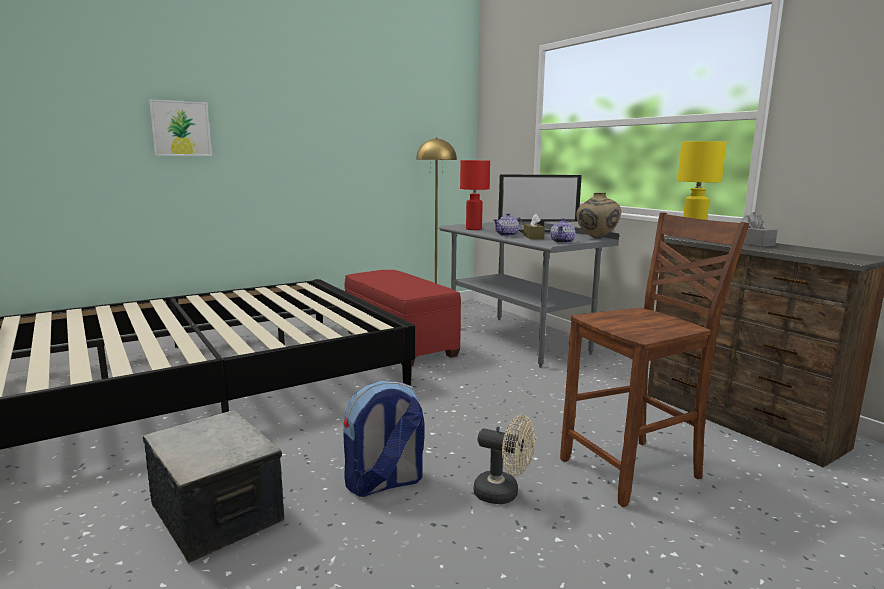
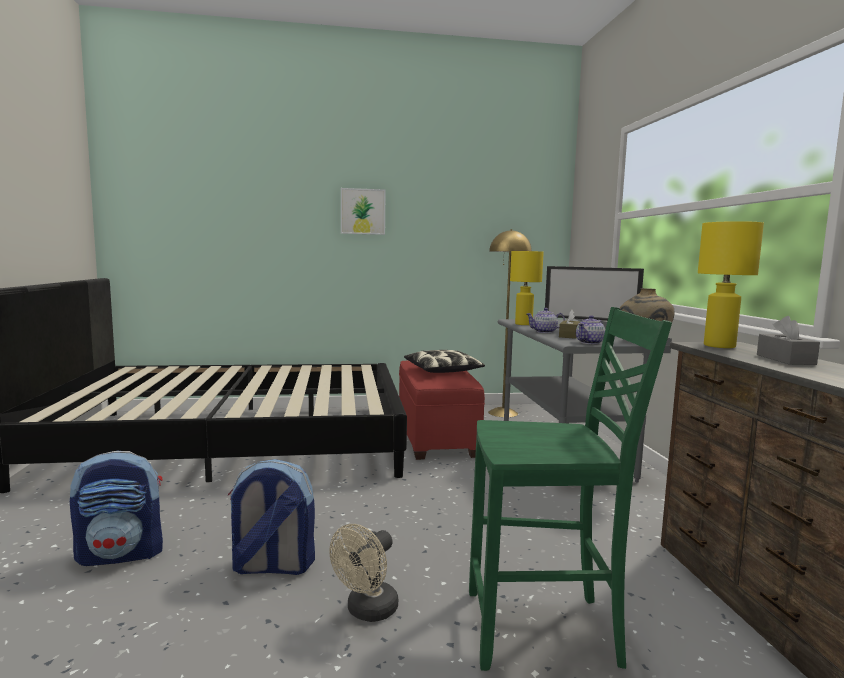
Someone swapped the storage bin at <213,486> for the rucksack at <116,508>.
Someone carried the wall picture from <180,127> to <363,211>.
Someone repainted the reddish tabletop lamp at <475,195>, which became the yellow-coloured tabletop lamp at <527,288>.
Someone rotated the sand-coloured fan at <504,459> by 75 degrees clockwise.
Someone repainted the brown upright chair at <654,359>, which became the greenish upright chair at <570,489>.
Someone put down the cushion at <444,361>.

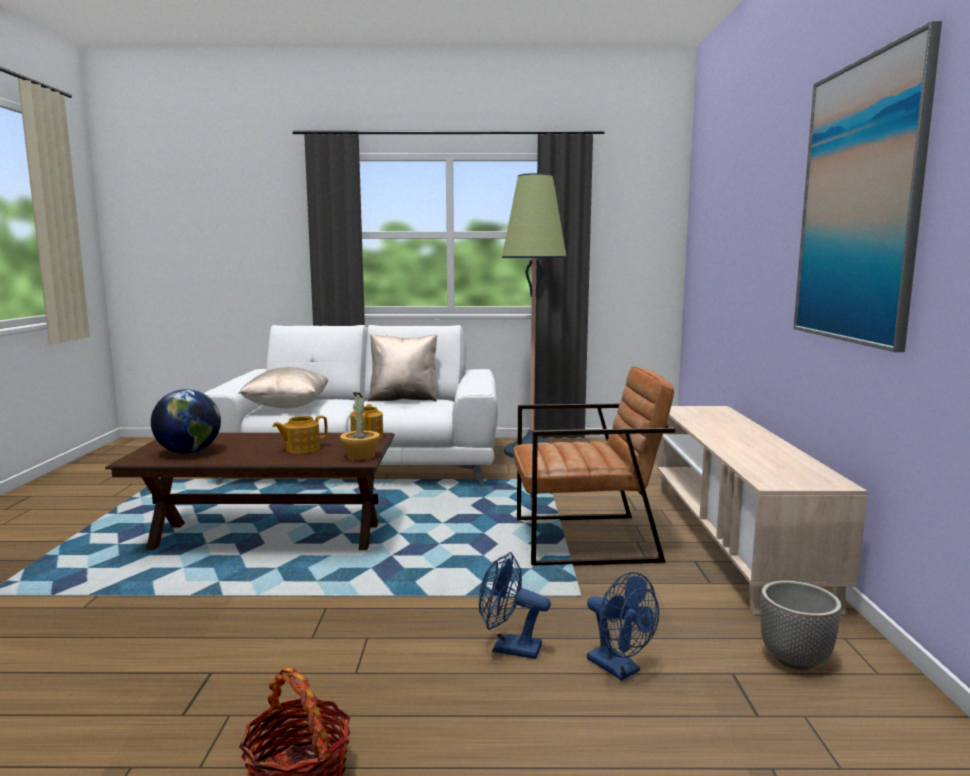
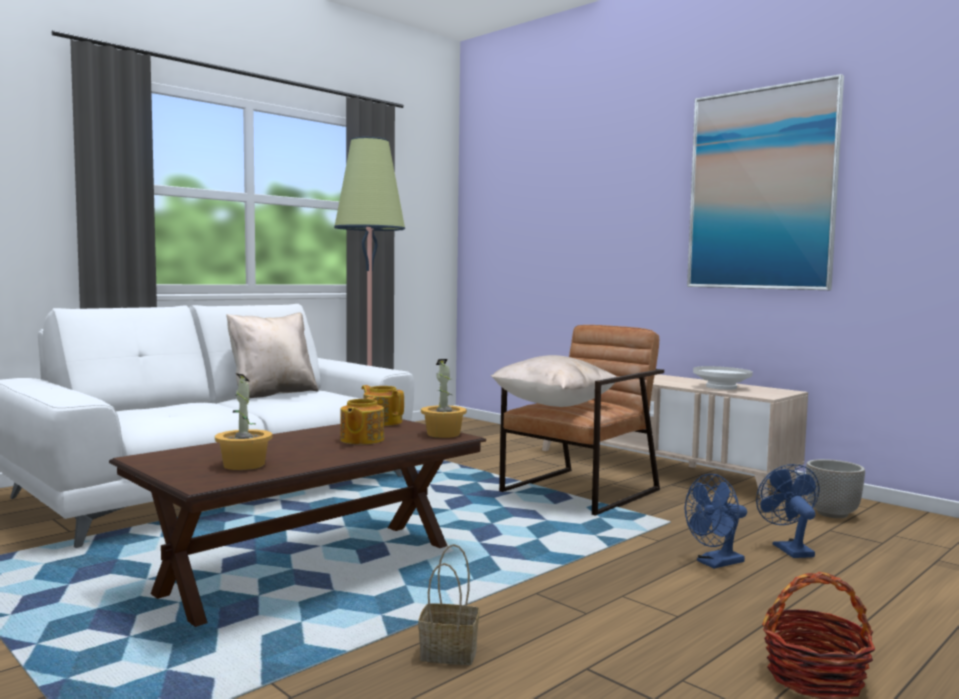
Someone swapped the world globe at <186,421> for the potted plant at <244,421>.
Someone carried the sand-coloured cushion from <284,388> to <553,381>.
Someone rotated the bluish fan at <623,626> by 105 degrees counterclockwise.
Someone put down the household basket at <448,604>.
Someone put down the white-coloured deep dish at <723,378>.

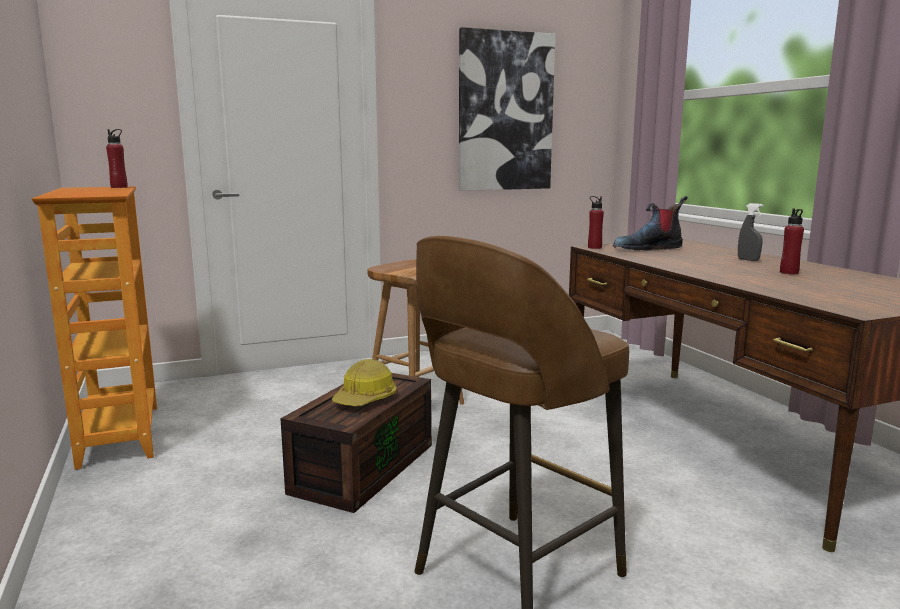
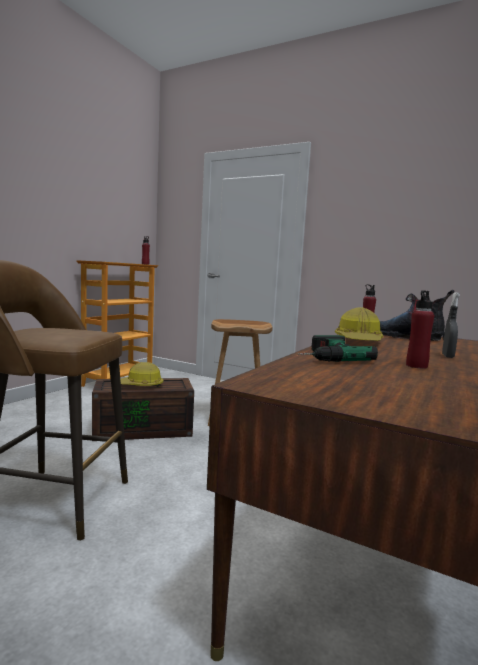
Someone took away the wall picture at <507,109>.
Someone put down the electric drill at <338,348>.
Someone put down the work helmet at <359,324>.

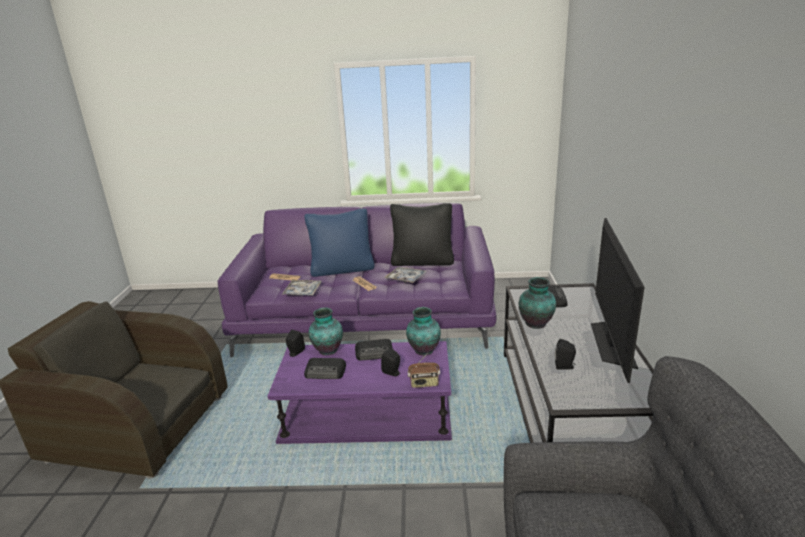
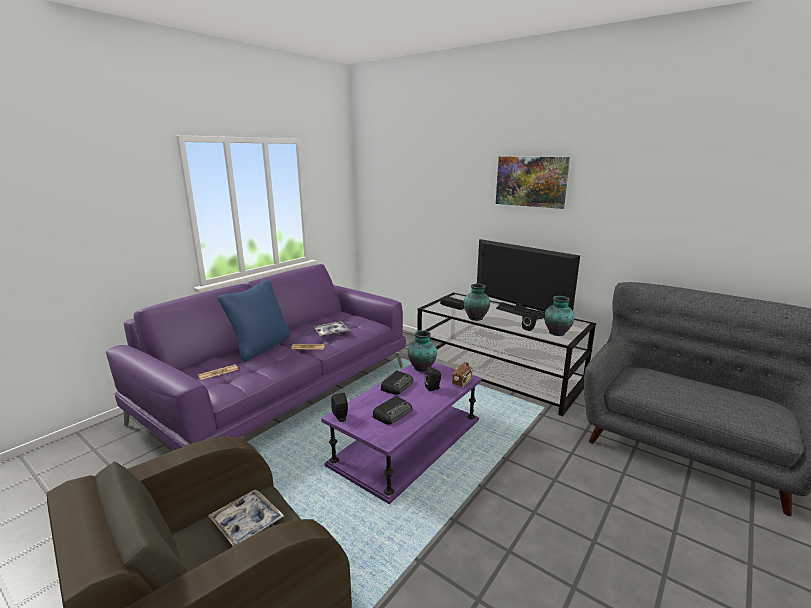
Someone carried the tray from <301,287> to <246,518>.
Someone carried the vase from <325,331> to <559,316>.
Someone took away the blackish cushion at <422,234>.
Someone put up the wall picture at <533,183>.

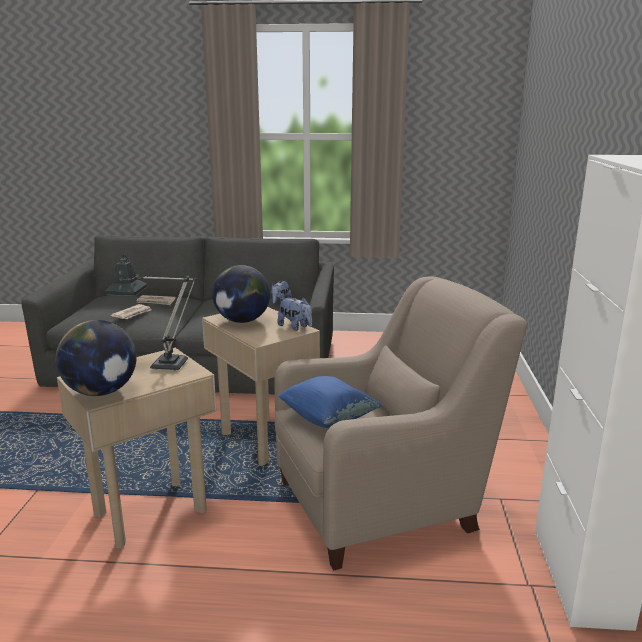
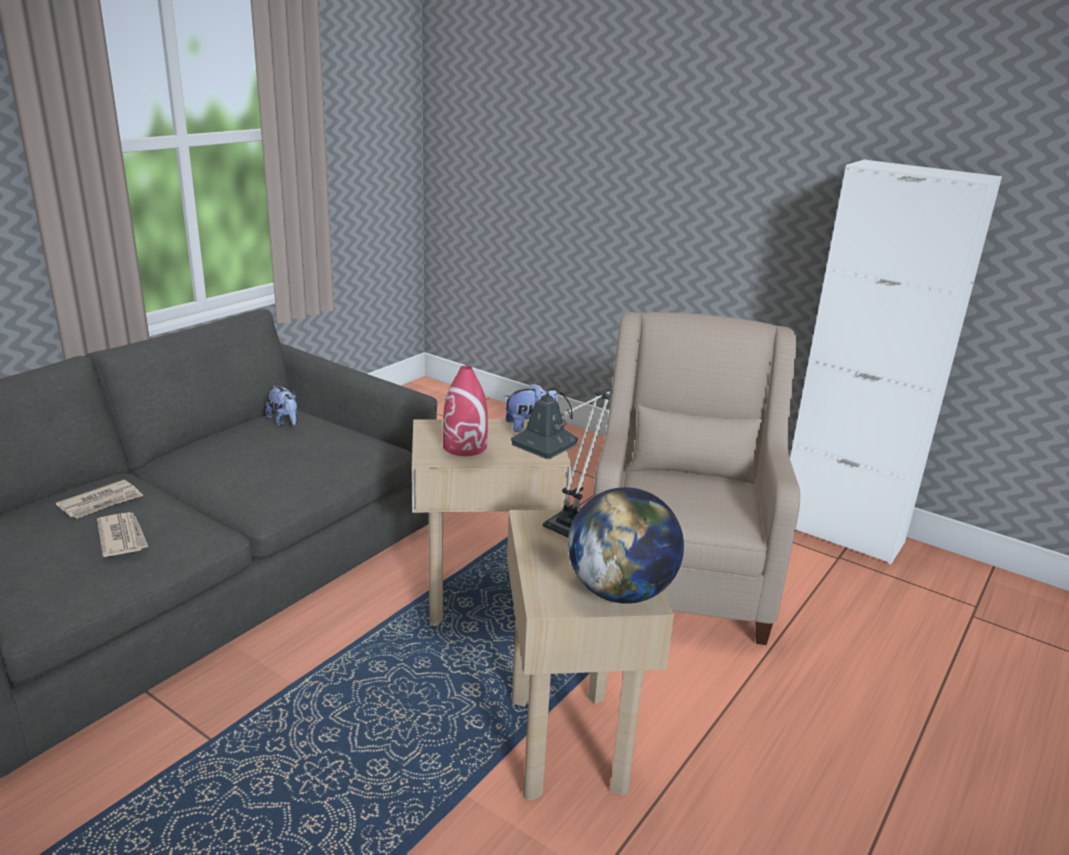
Someone swapped the world globe at <241,294> for the reddish vase at <465,411>.
Someone took away the bluish cushion at <330,402>.

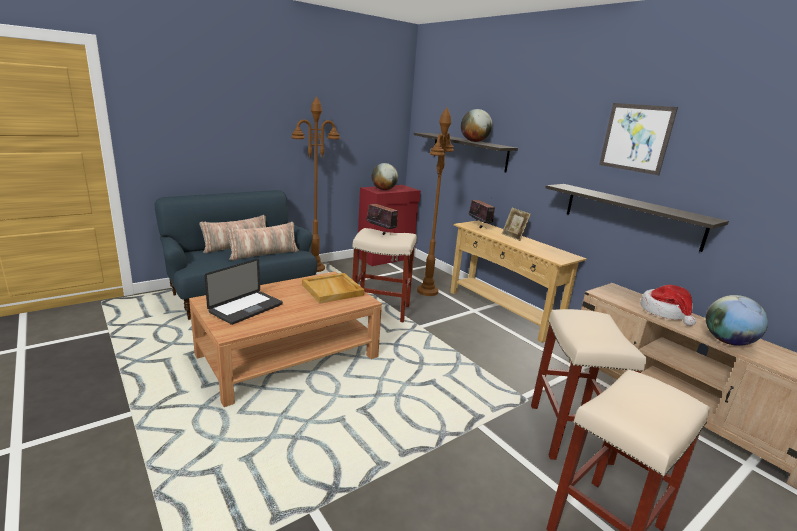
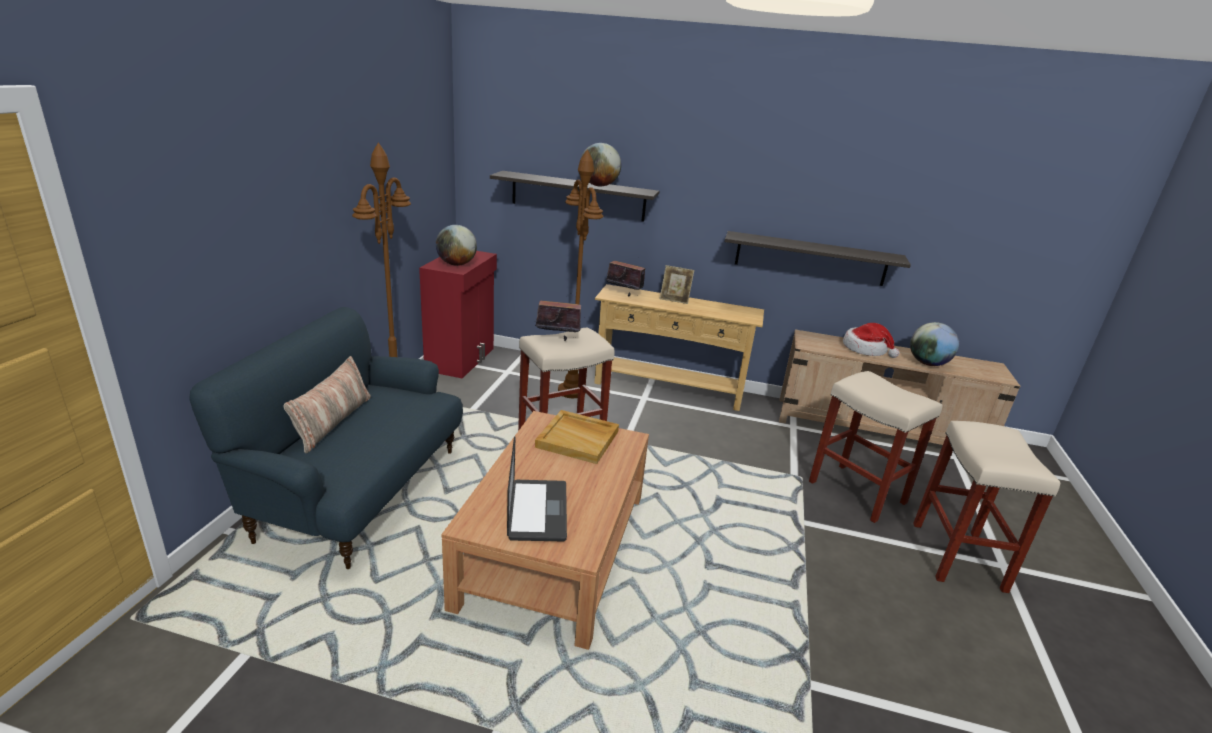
Someone took away the cushion at <262,241>.
Someone took away the wall picture at <638,139>.

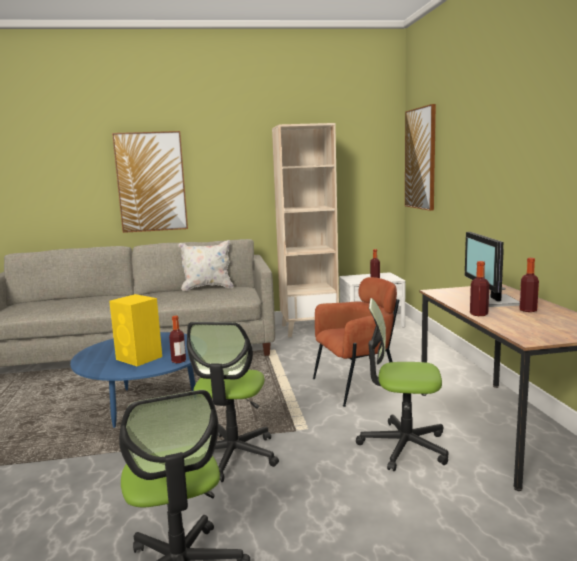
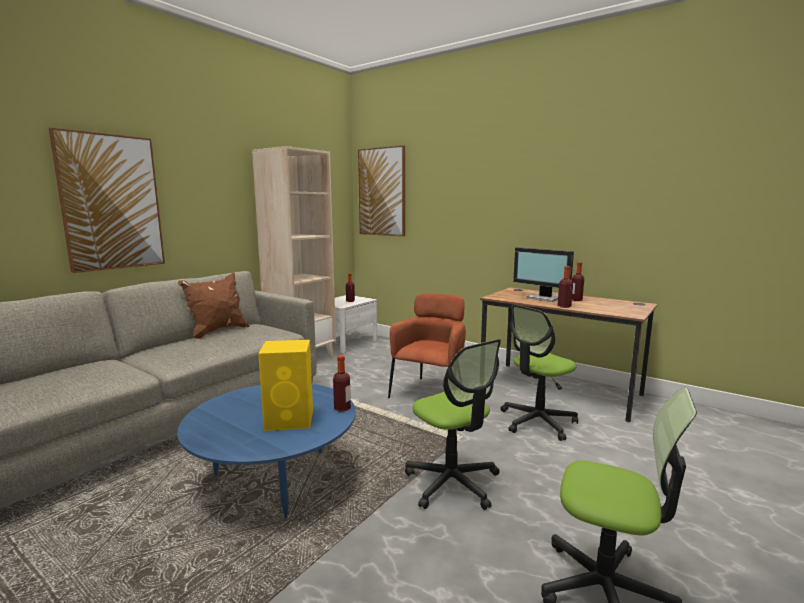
Someone repainted the white-coloured cushion at <206,265>, which became the brown cushion at <214,306>.

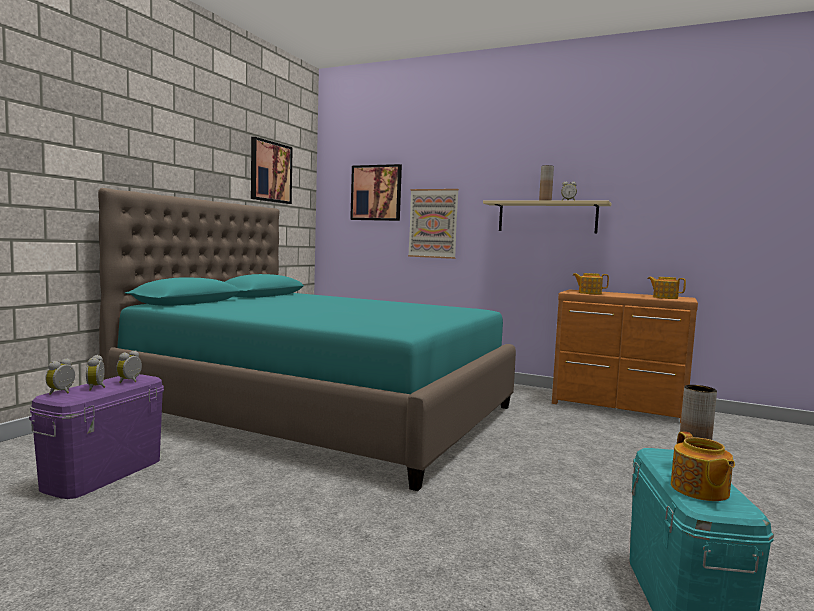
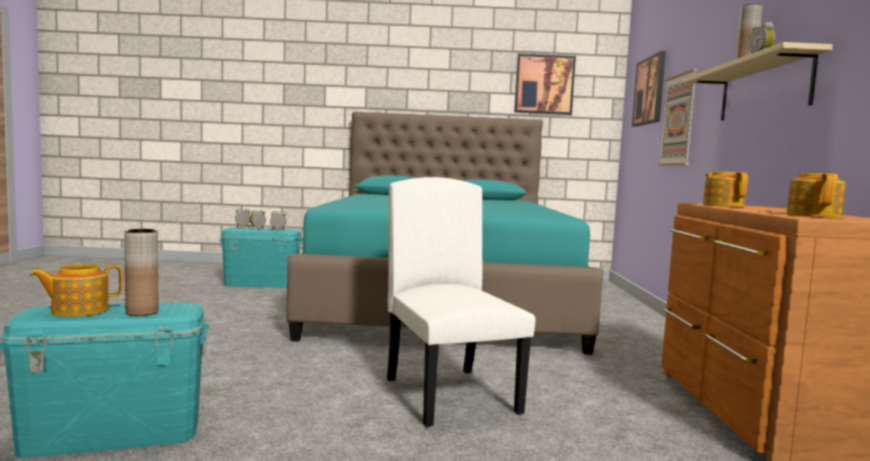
Someone repainted the purple storage bin at <96,436>, which became the turquoise storage bin at <261,257>.
Someone put down the white-coloured upright chair at <461,302>.

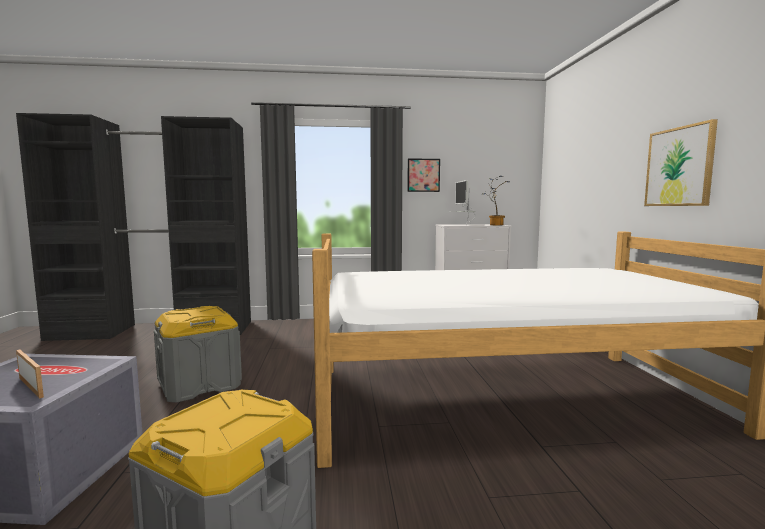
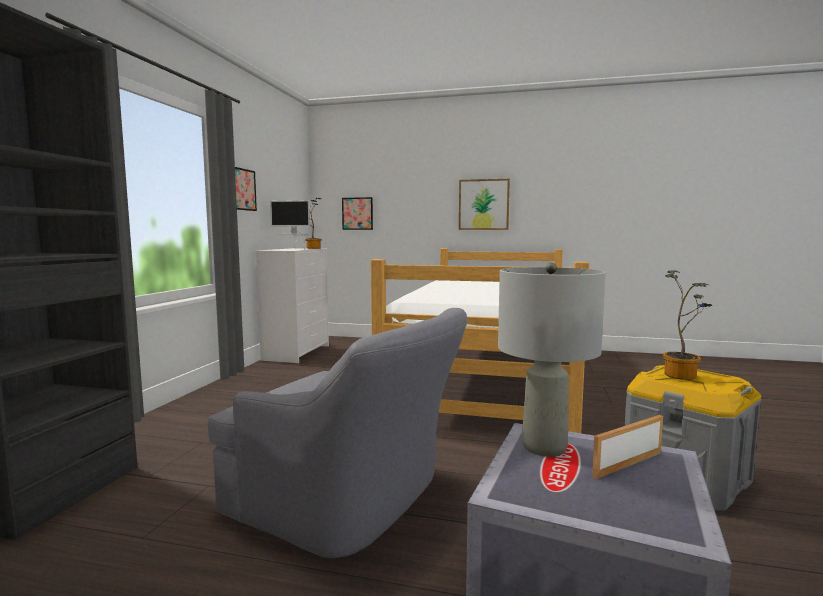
Someone swapped the greyish storage bin at <198,354> for the greyish armchair at <338,433>.
Someone put up the wall picture at <357,213>.
Someone put down the greyish tabletop lamp at <552,360>.
Someone put down the potted plant at <687,325>.

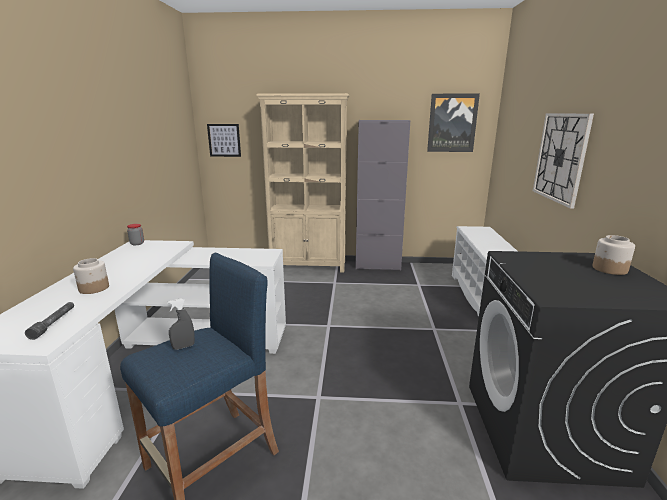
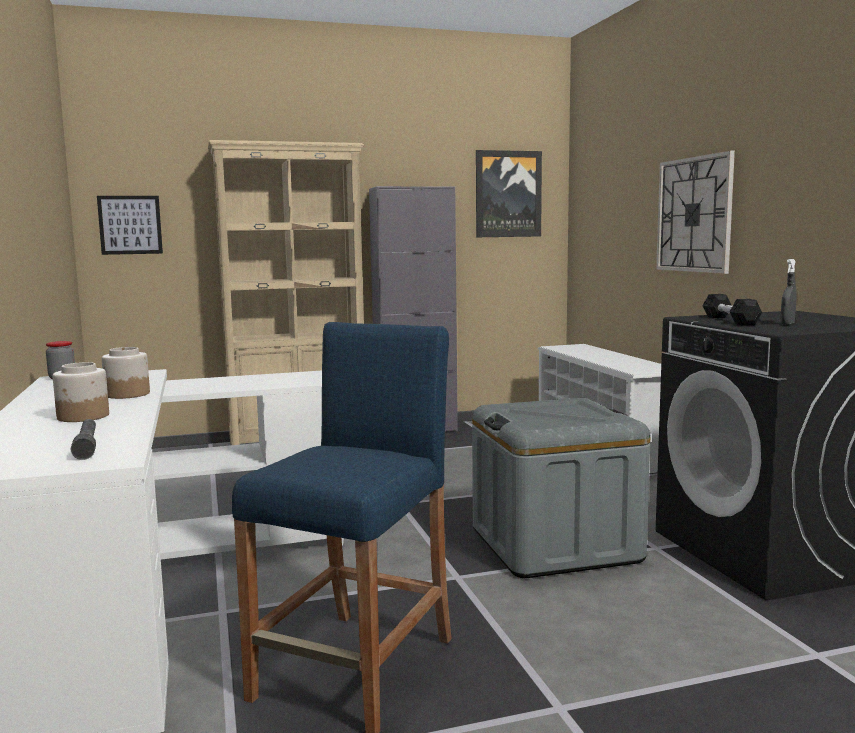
Someone carried the greyish spray bottle from <181,324> to <788,292>.
Someone carried the jar from <613,255> to <126,373>.
Someone put down the greyish storage bin at <561,488>.
Someone put down the blackish free weight at <732,309>.

